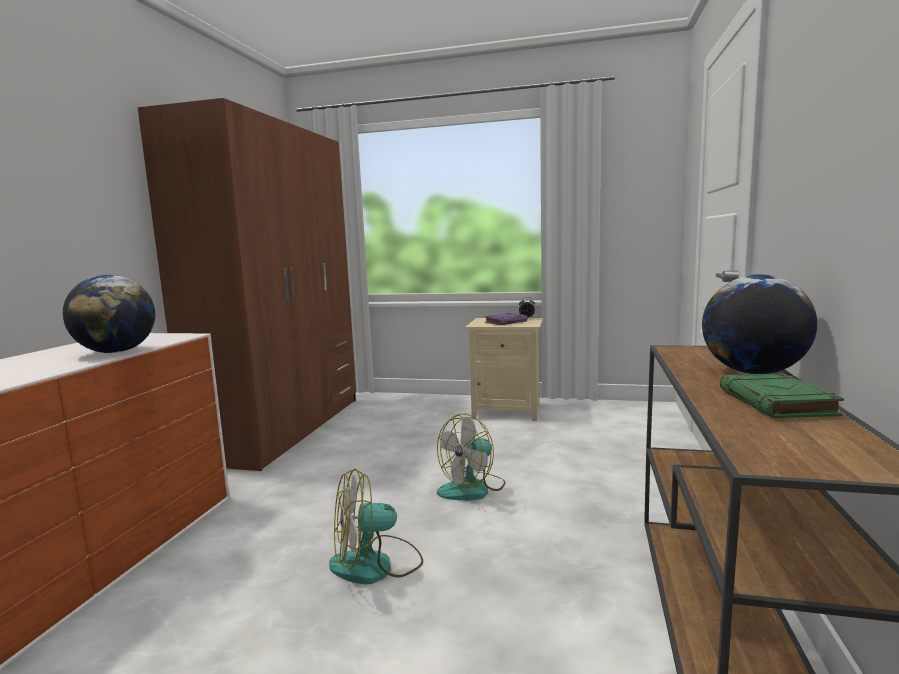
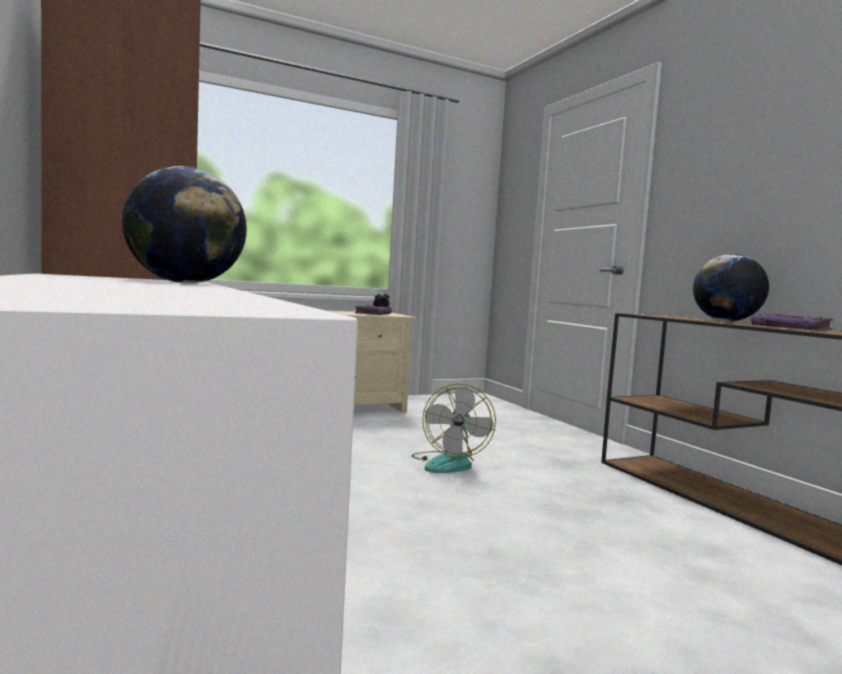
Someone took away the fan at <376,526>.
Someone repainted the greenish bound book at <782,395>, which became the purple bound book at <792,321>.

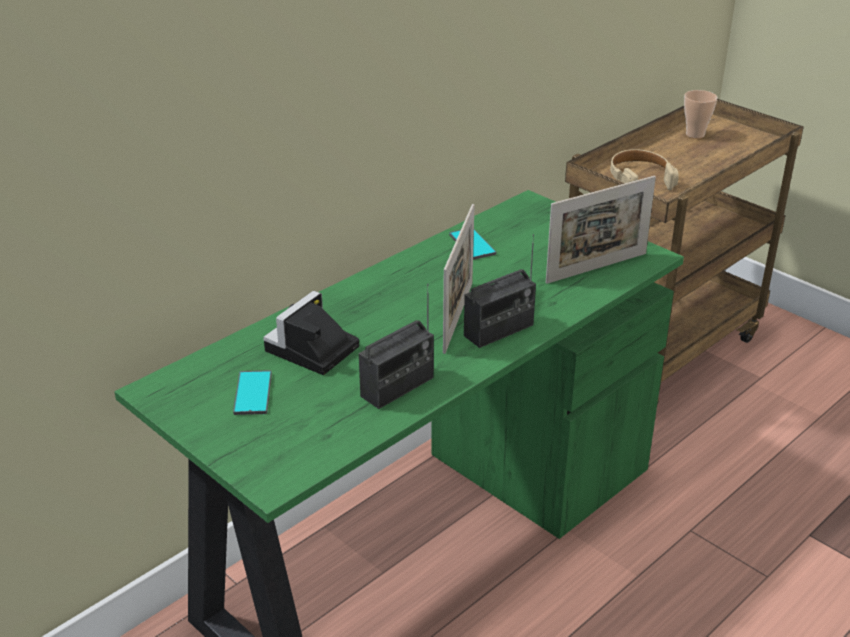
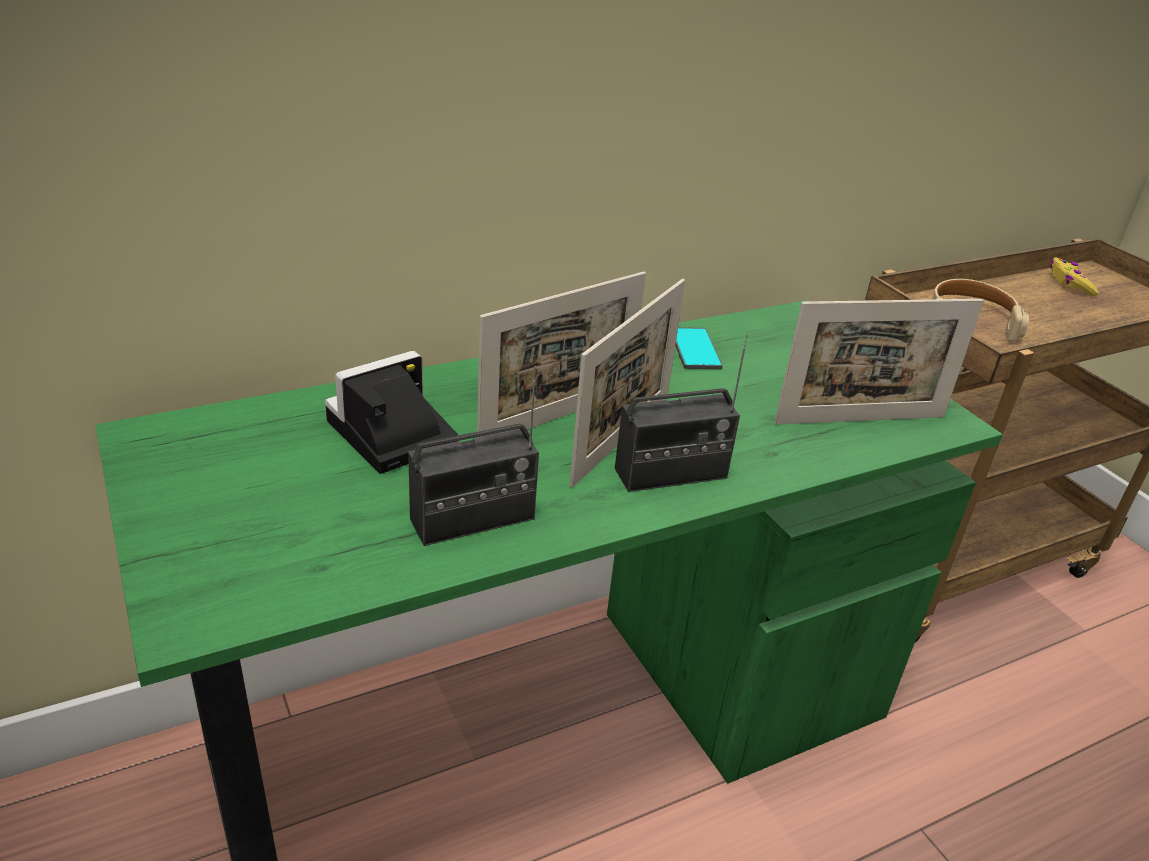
Someone took away the phone at <252,392>.
Someone swapped the drinking cup at <701,114> for the yellow-coloured joypad at <1074,276>.
Someone put down the photo frame at <561,354>.

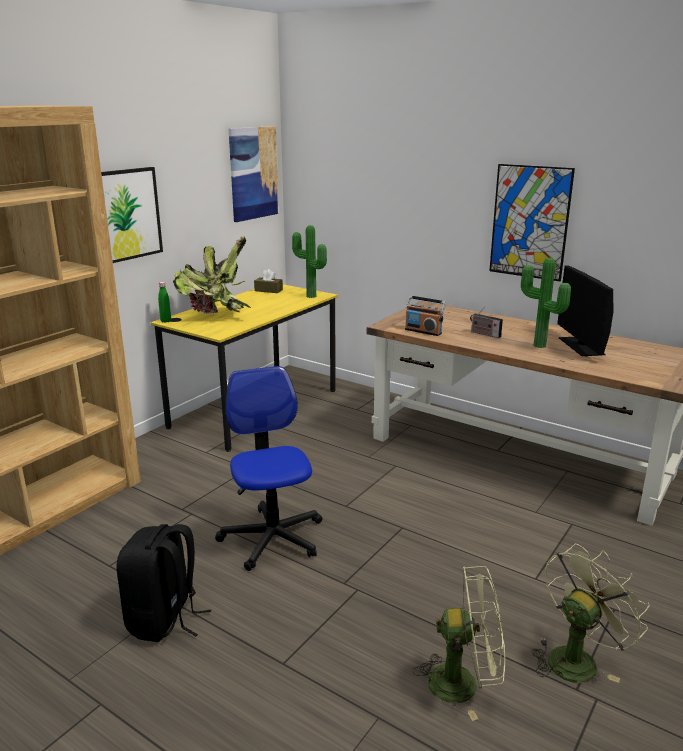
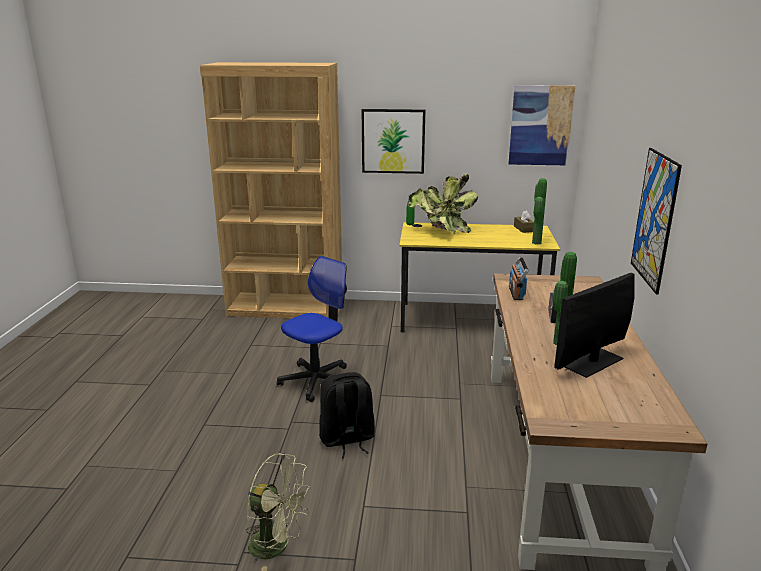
Someone carried the blackish rucksack from <164,583> to <347,415>.
Someone took away the greenish fan at <459,643>.

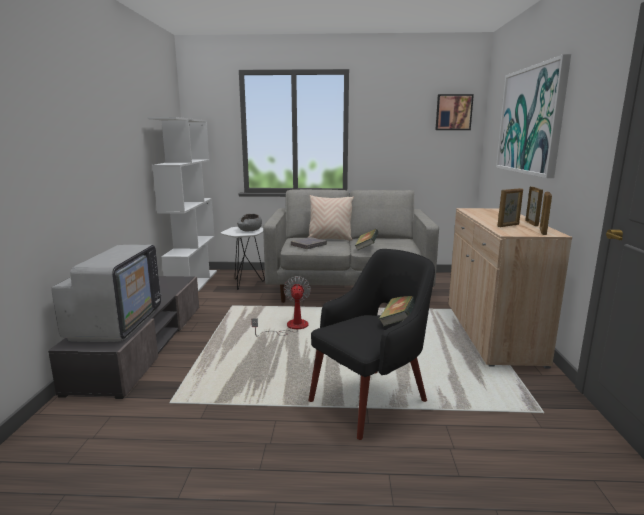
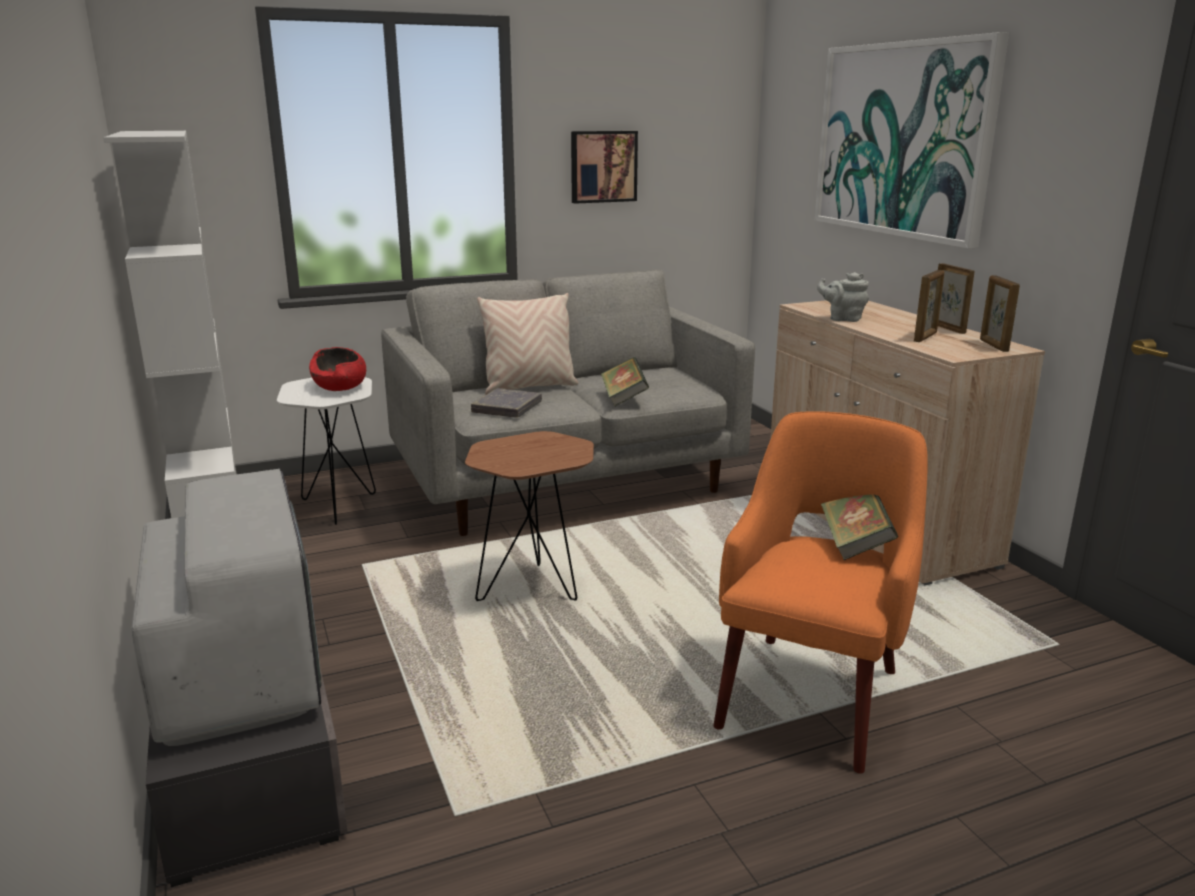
Someone repainted the greyish deep dish at <249,222>, which became the reddish deep dish at <337,369>.
Someone swapped the fan at <281,306> for the brown end table at <529,516>.
Someone repainted the blackish armchair at <371,344>, which became the orange armchair at <820,592>.
Someone carried the wall picture from <455,112> to <604,167>.
Someone put down the greyish teapot at <843,297>.

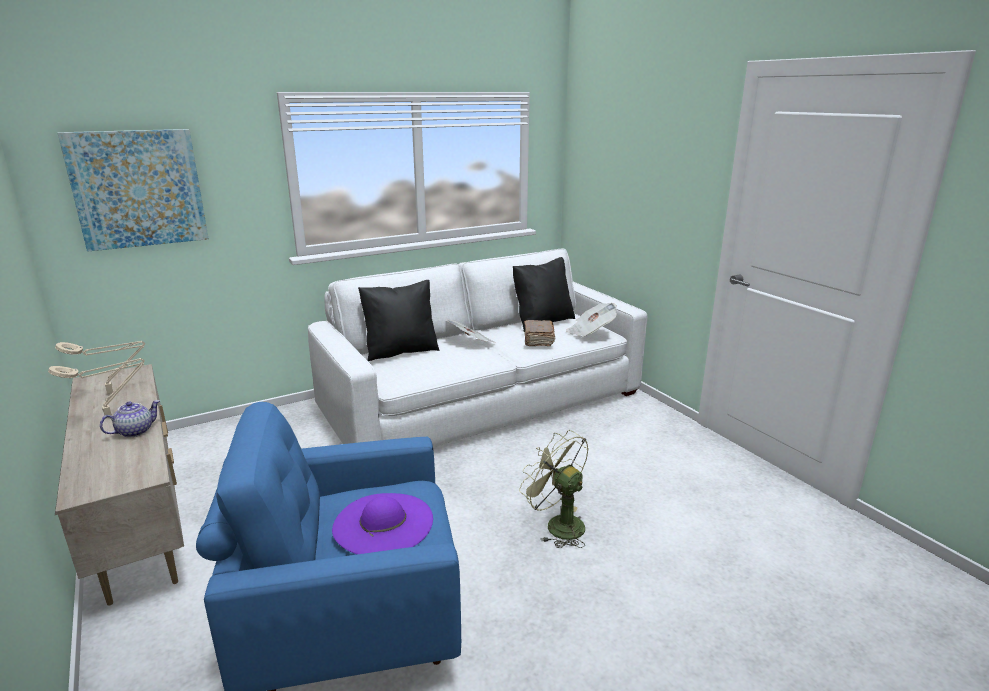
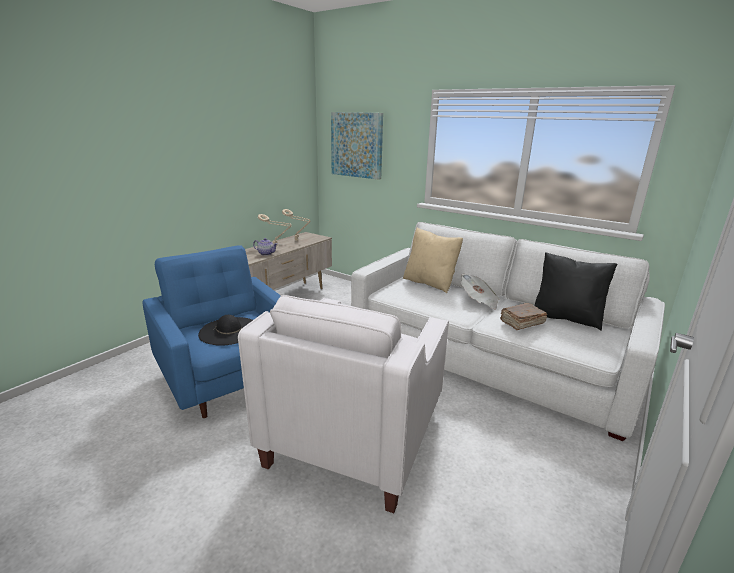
Someone repainted the purple clothing hat at <382,523>, which became the blackish clothing hat at <225,330>.
Someone repainted the blackish cushion at <399,320>, which became the sand-coloured cushion at <433,260>.
Someone swapped the greenish fan at <554,489> for the white-coloured armchair at <343,404>.
Someone took away the printed paper at <591,320>.

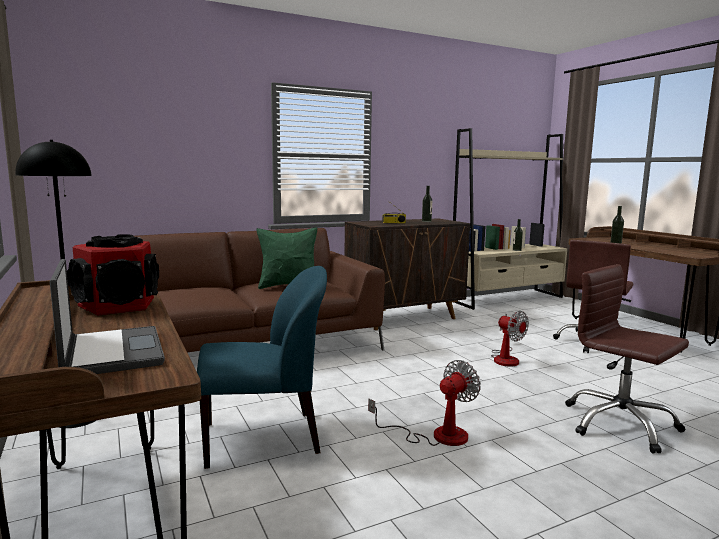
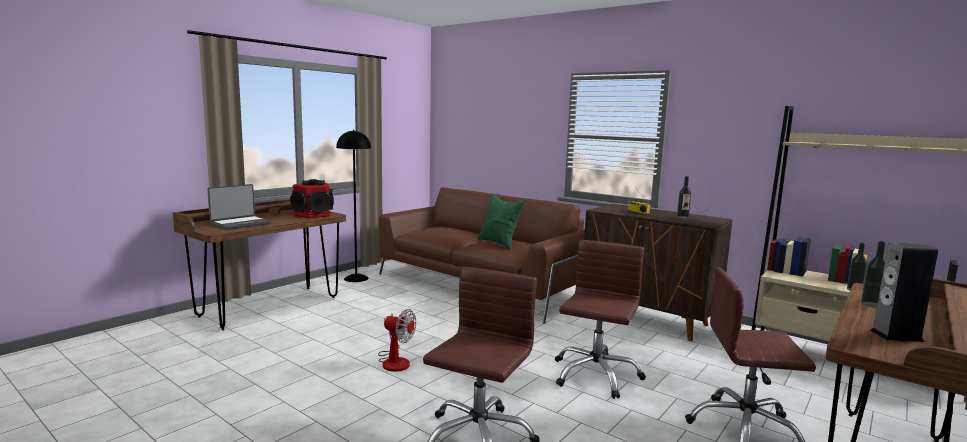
Someone took away the bluish upright chair at <262,367>.
Someone swapped the fan at <510,339> for the brown desk chair at <600,319>.
Someone put down the loudspeaker at <904,292>.

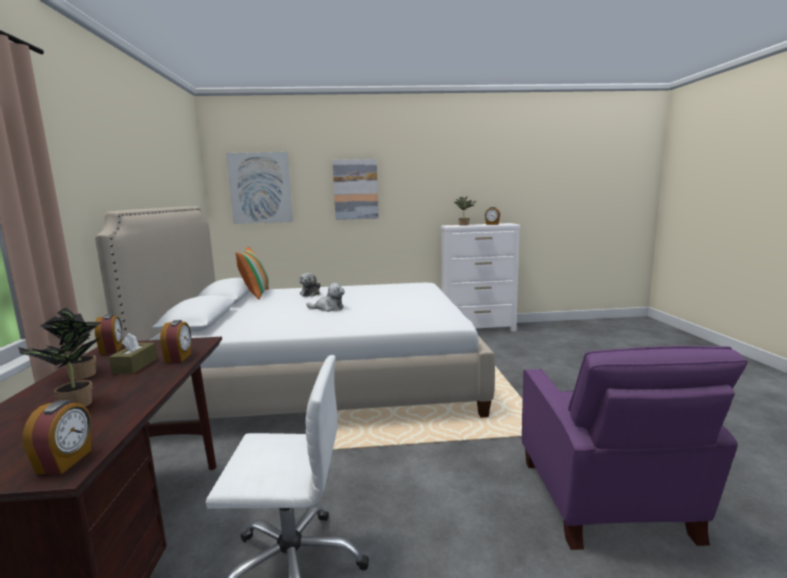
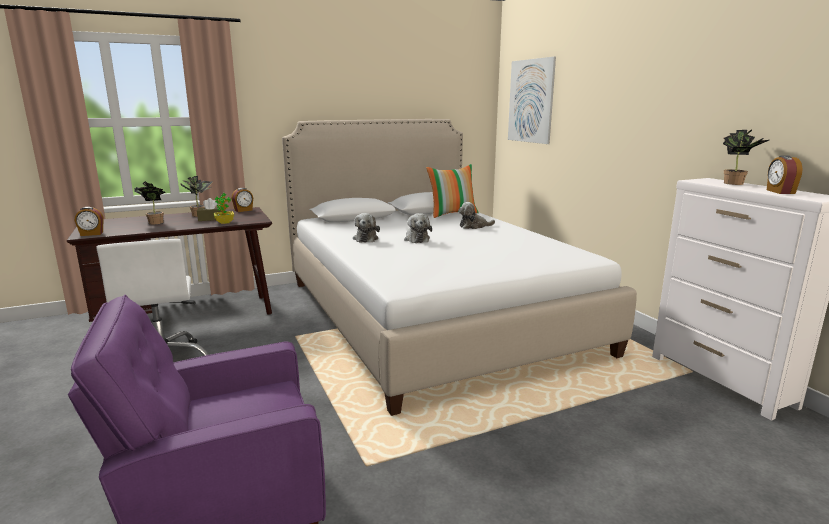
Someone swapped the alarm clock at <175,341> for the potted plant at <224,208>.
Someone took away the wall picture at <355,189>.
Someone put down the soft toy at <366,228>.

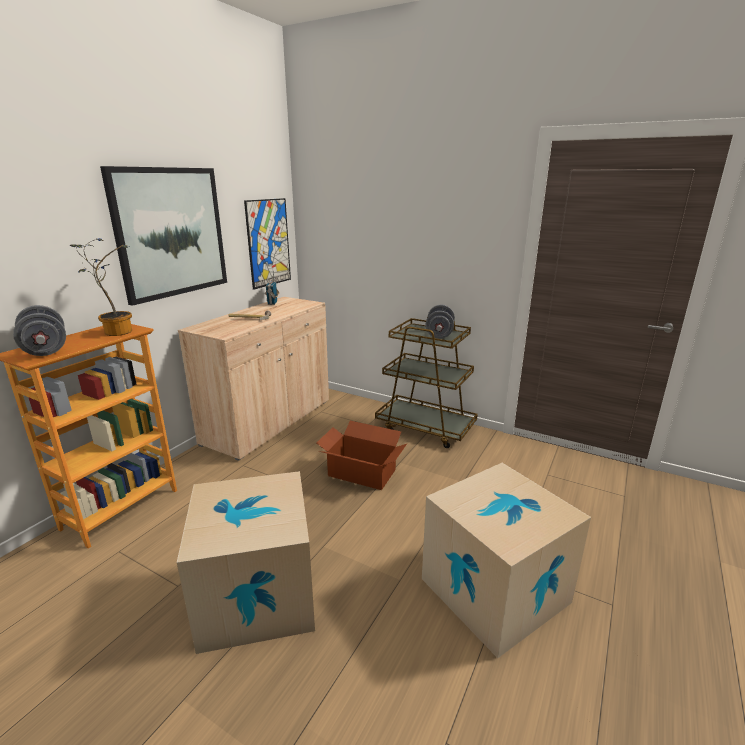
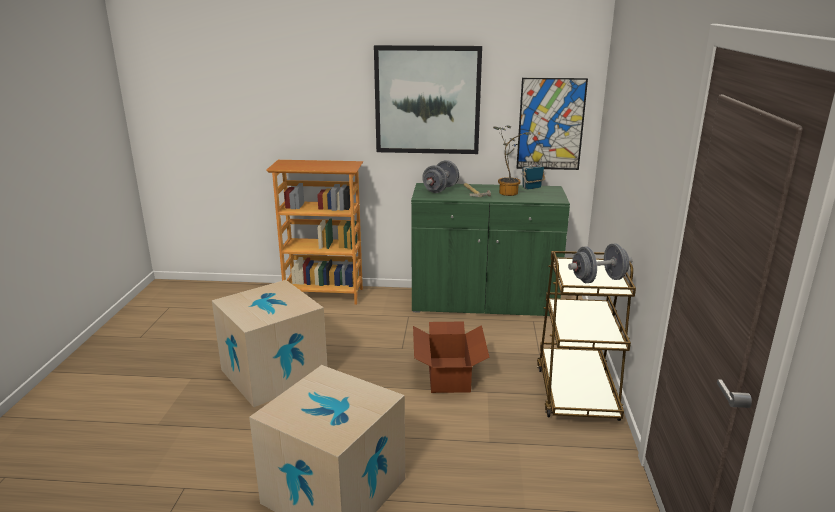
Someone carried the greyish free weight from <39,330> to <440,176>.
Someone carried the potted plant from <101,287> to <512,160>.
Someone repainted the sand-coloured storage cabinet at <253,379>, which became the greenish storage cabinet at <490,249>.

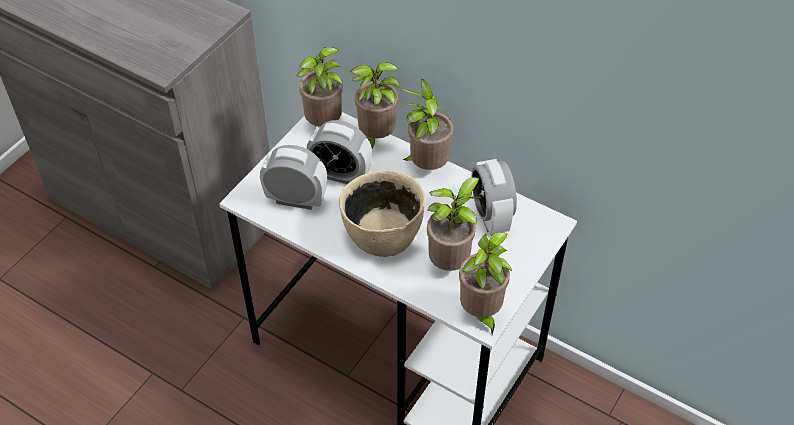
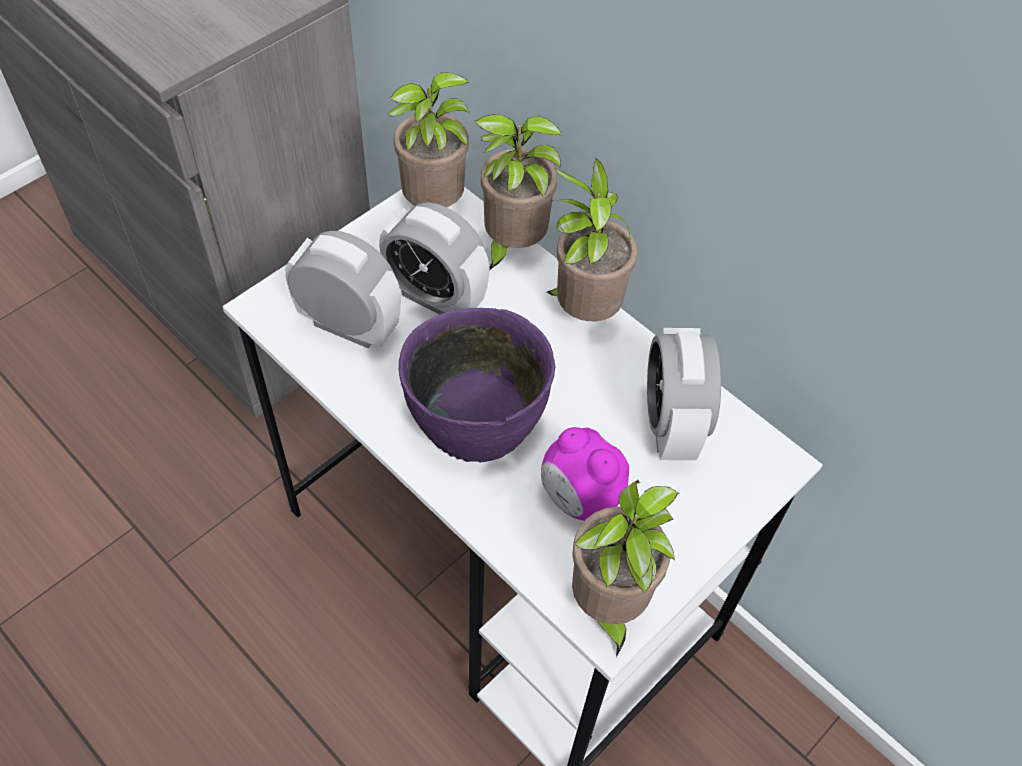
Someone repainted the sand-coloured deep dish at <382,213>, which became the purple deep dish at <476,385>.
Someone swapped the potted plant at <454,224> for the alarm clock at <585,474>.

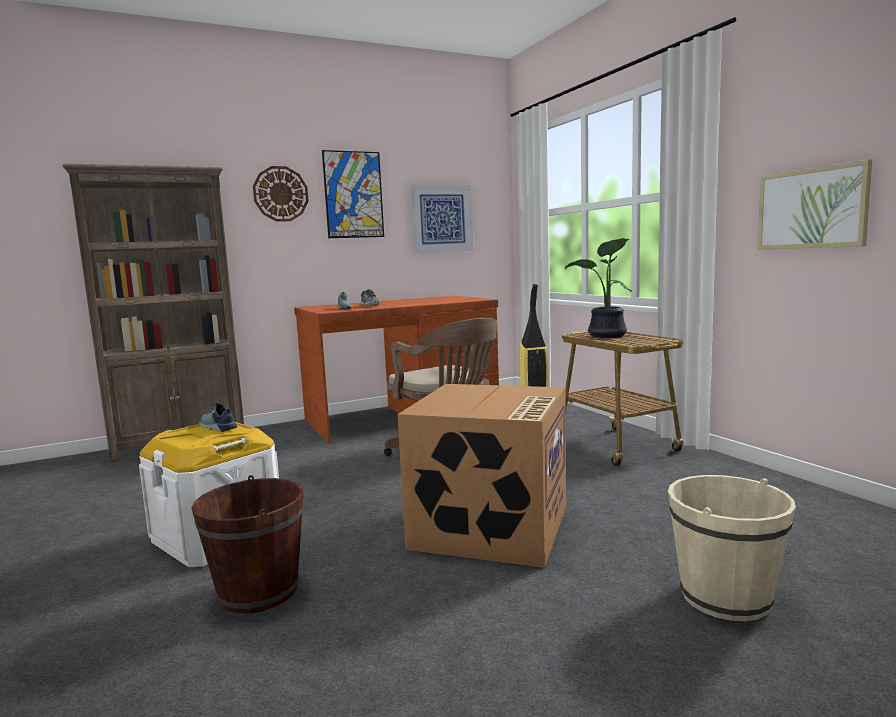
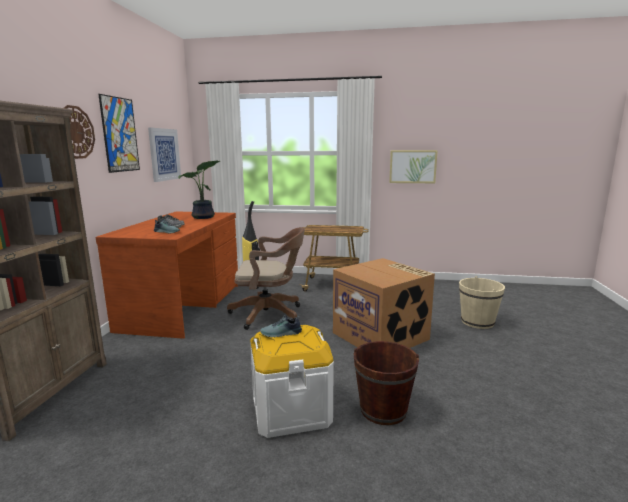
Someone carried the potted plant from <598,288> to <199,190>.

